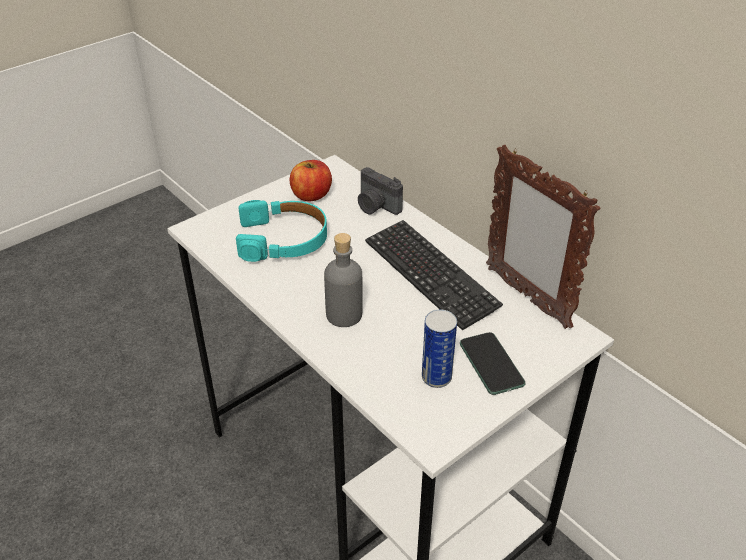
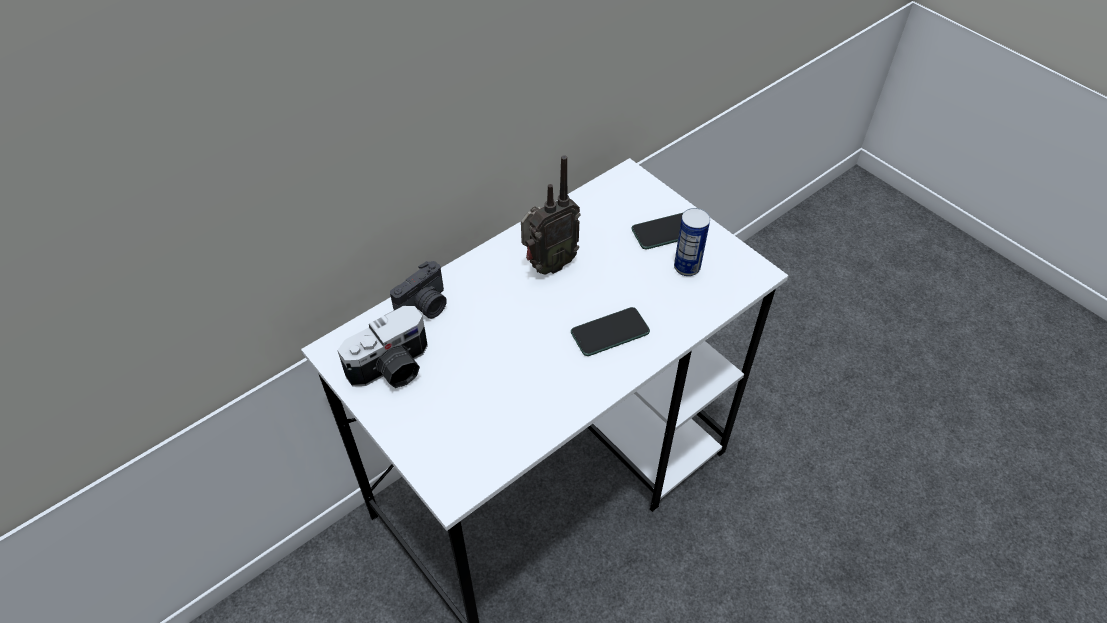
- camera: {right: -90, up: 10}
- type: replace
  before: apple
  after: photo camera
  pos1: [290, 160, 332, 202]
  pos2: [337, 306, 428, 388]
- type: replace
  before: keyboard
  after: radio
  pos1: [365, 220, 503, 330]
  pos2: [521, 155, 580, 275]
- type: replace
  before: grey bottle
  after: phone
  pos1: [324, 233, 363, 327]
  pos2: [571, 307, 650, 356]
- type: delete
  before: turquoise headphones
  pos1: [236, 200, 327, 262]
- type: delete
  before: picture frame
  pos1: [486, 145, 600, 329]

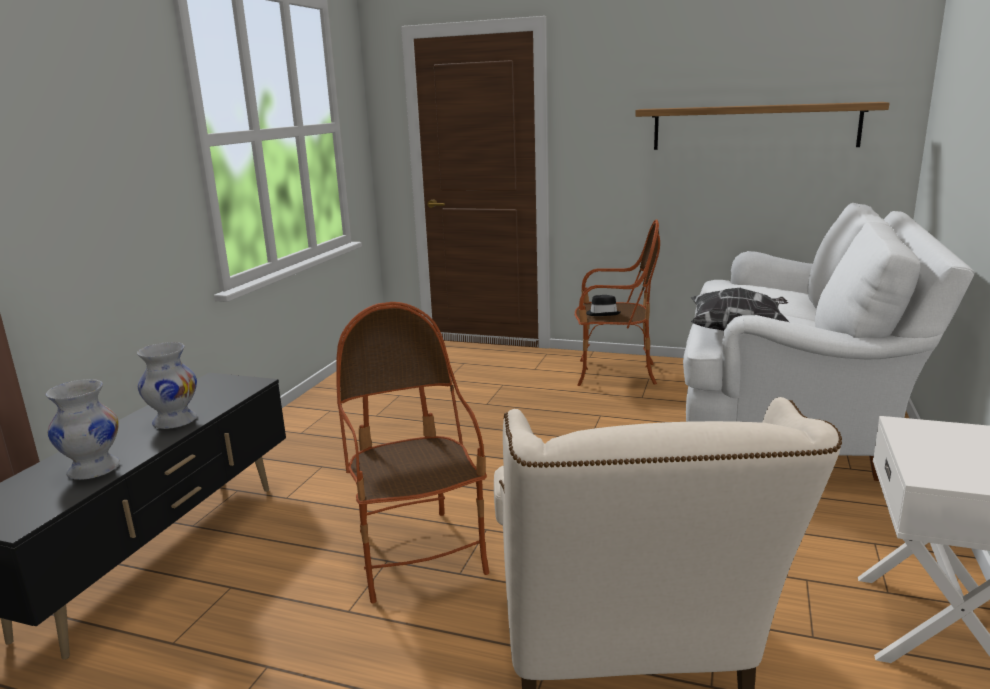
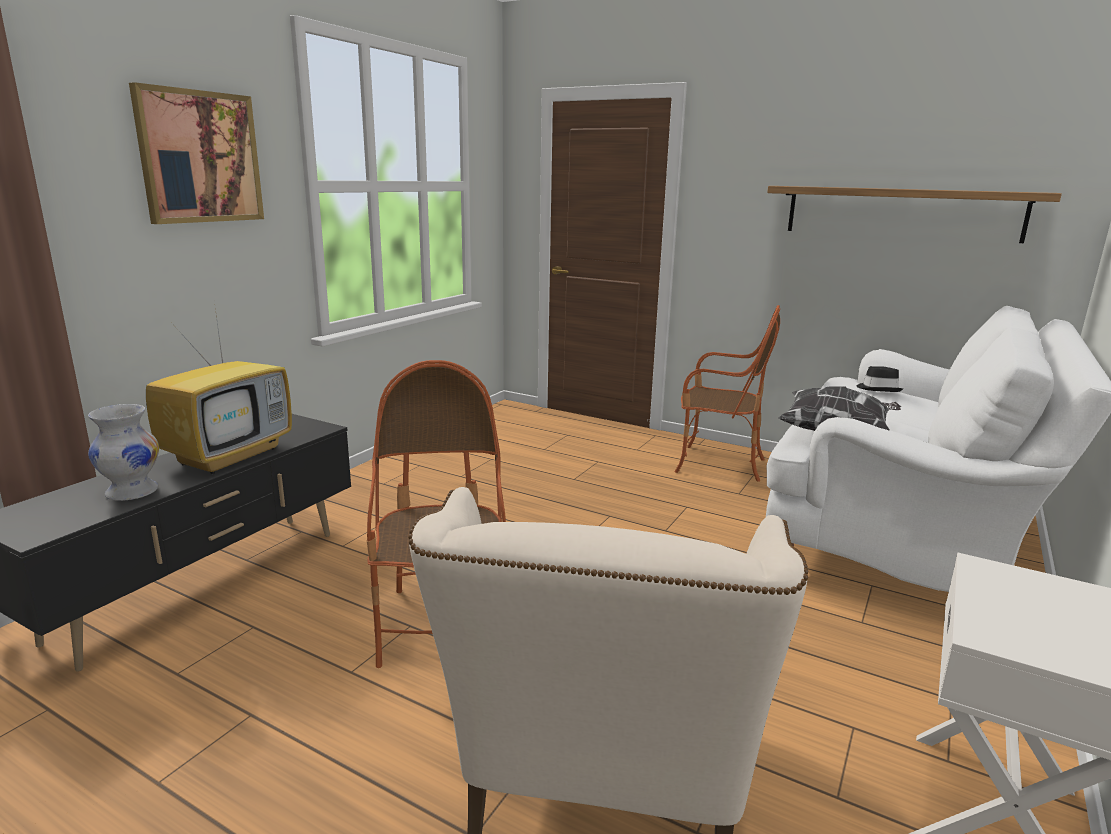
- camera: {right: 10, up: 0}
- type: insert
  after: picture
  pos2: [129, 82, 264, 224]
- type: replace
  before: white vase
  after: television
  pos1: [137, 342, 197, 429]
  pos2: [146, 308, 292, 474]
- type: move
  before: black hat
  pos1: [586, 295, 621, 316]
  pos2: [857, 366, 903, 392]

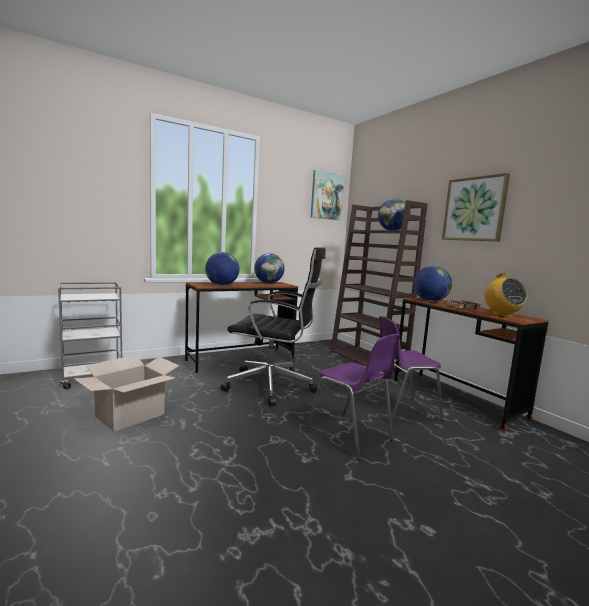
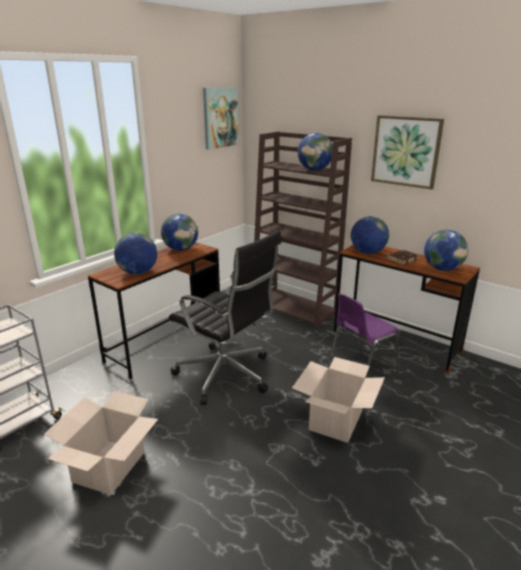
- camera: {right: -20, up: 15}
- type: rotate
  before: black office chair
  pos1: [221, 247, 326, 406]
  pos2: [169, 230, 282, 405]
  turn: 45
- type: replace
  before: purple chair
  after: cardboard box
  pos1: [306, 334, 401, 460]
  pos2: [292, 357, 385, 443]
- type: replace
  before: radio
  after: globe
  pos1: [485, 273, 527, 317]
  pos2: [424, 230, 468, 271]

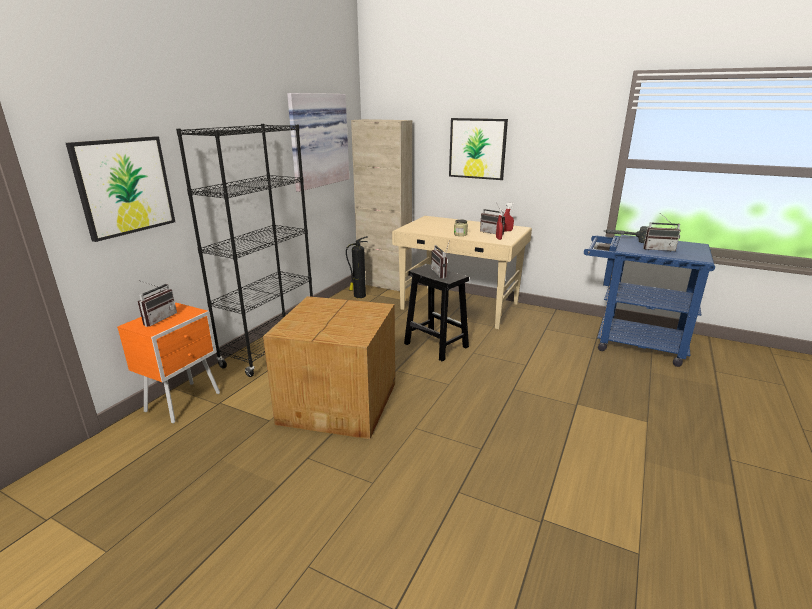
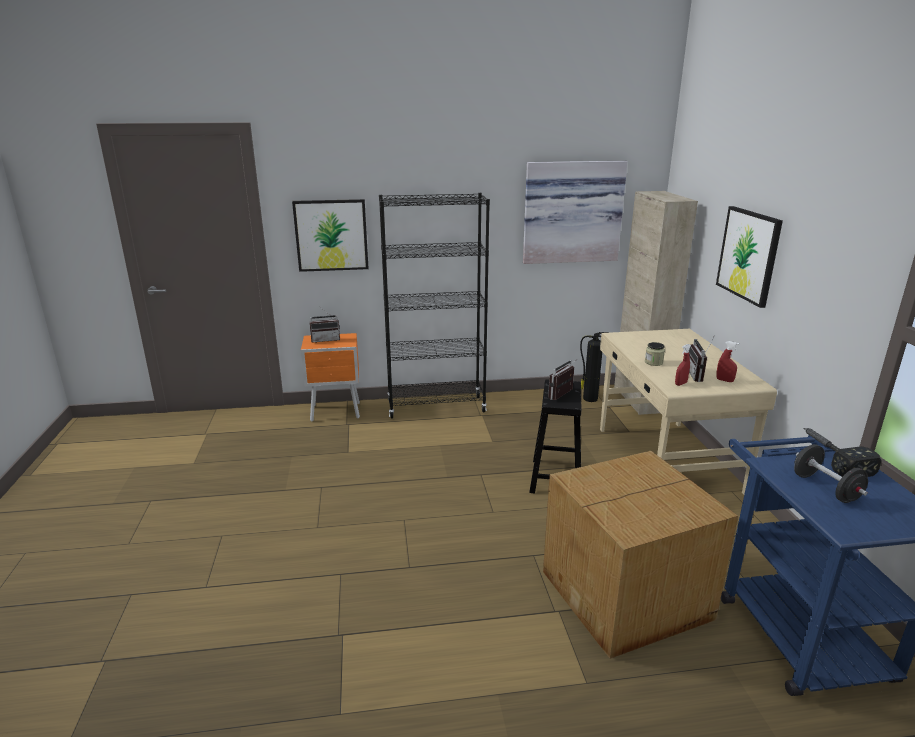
- camera: {right: 55, up: 0}
- type: move
  before: cardboard box
  pos1: [263, 296, 395, 439]
  pos2: [543, 451, 738, 659]
- type: replace
  before: radio
  after: black dumbbell
  pos1: [643, 213, 681, 252]
  pos2: [794, 444, 868, 503]

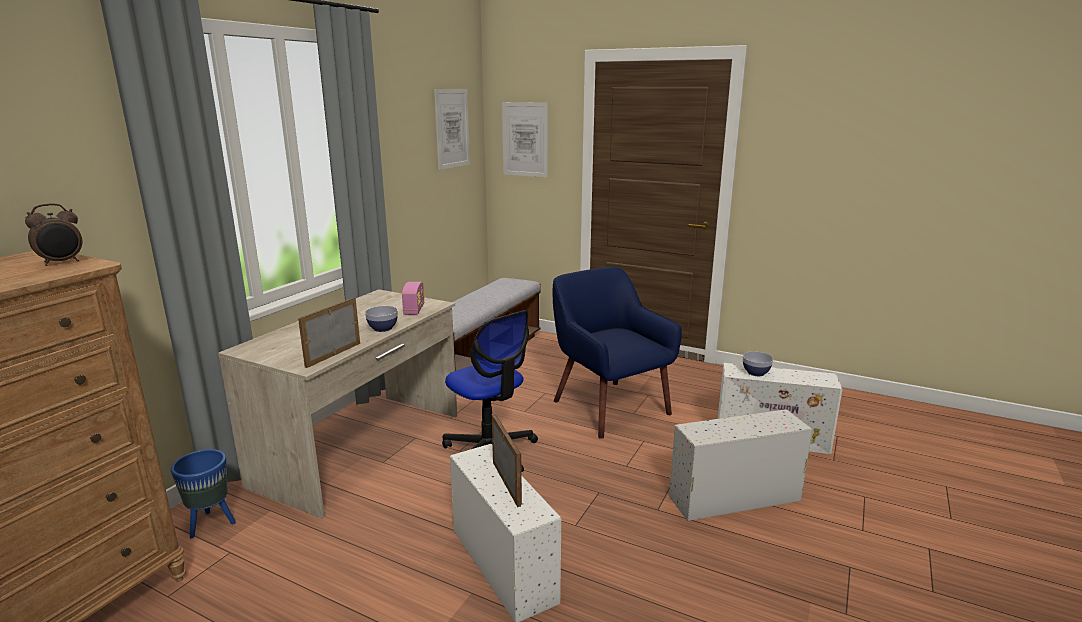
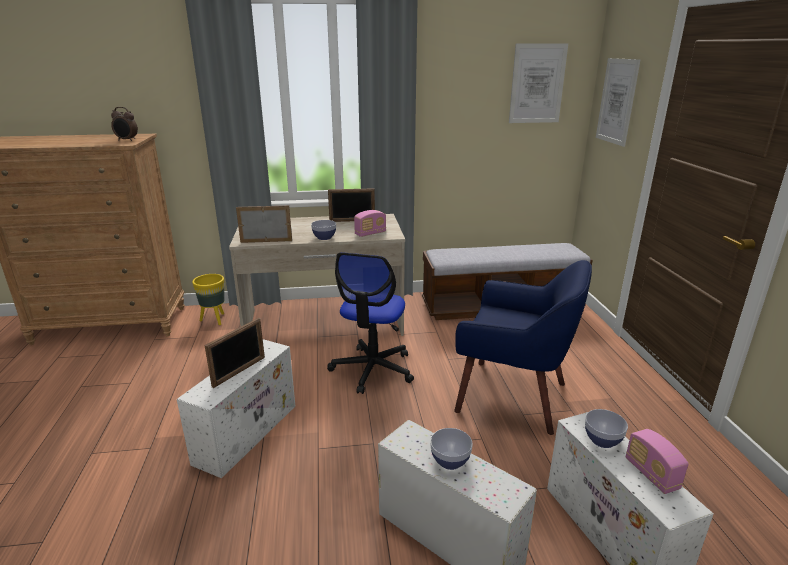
- camera: {right: 55, up: 5}
- type: recolor
  before: blue planter
  after: yellow planter
  pos1: [171, 449, 236, 539]
  pos2: [192, 274, 225, 325]
- type: insert
  after: picture frame
  pos2: [328, 188, 375, 222]
- type: insert
  after: bowl
  pos2: [430, 428, 473, 470]
- type: rotate
  before: blue armchair
  pos1: [553, 267, 682, 439]
  pos2: [454, 260, 592, 435]
  turn: 90
- type: insert
  after: radio
  pos2: [626, 429, 689, 494]

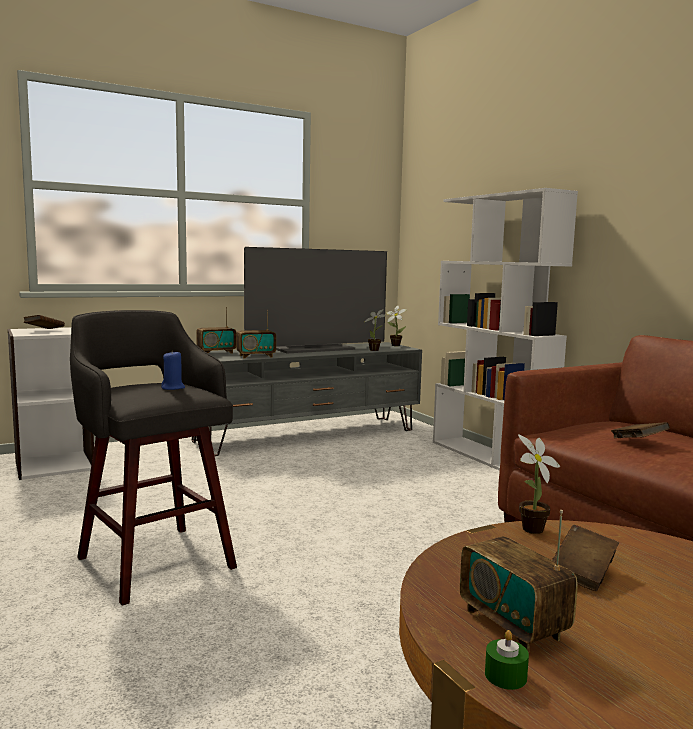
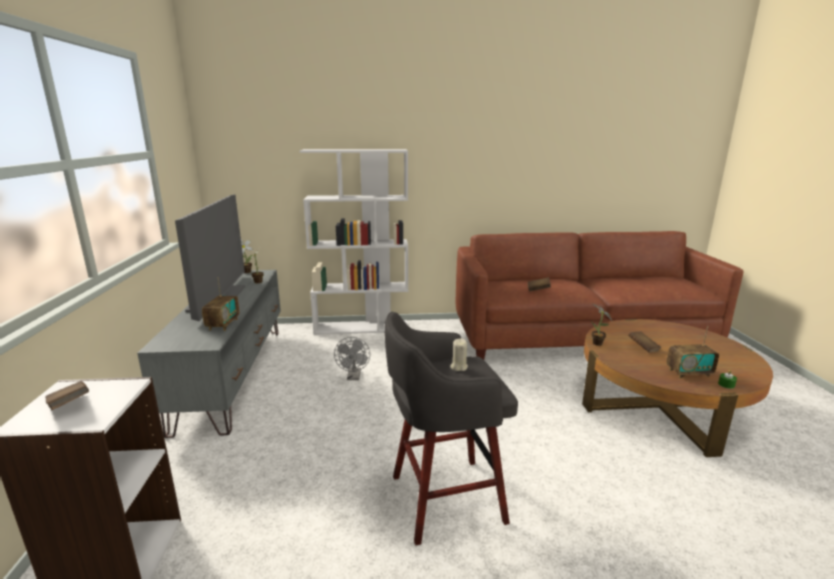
- camera: {right: -65, up: 10}
- type: insert
  after: grey fan
  pos2: [334, 337, 370, 380]
- type: recolor
  before: blue candle
  after: beige candle
  pos1: [161, 350, 185, 390]
  pos2: [450, 339, 468, 371]
- type: delete
  before: radio
  pos1: [196, 307, 236, 353]

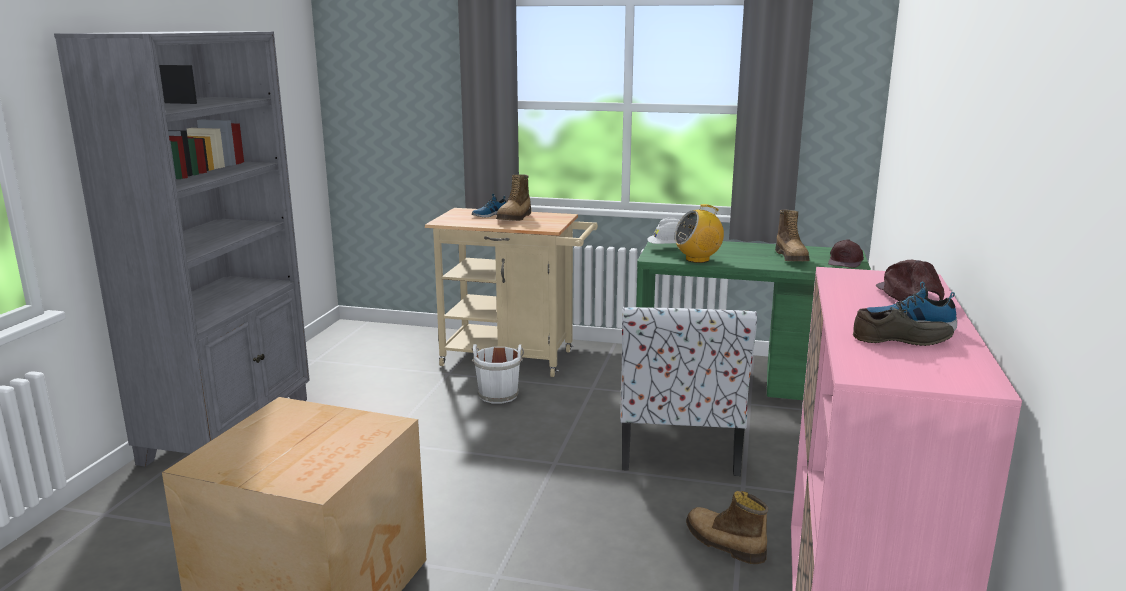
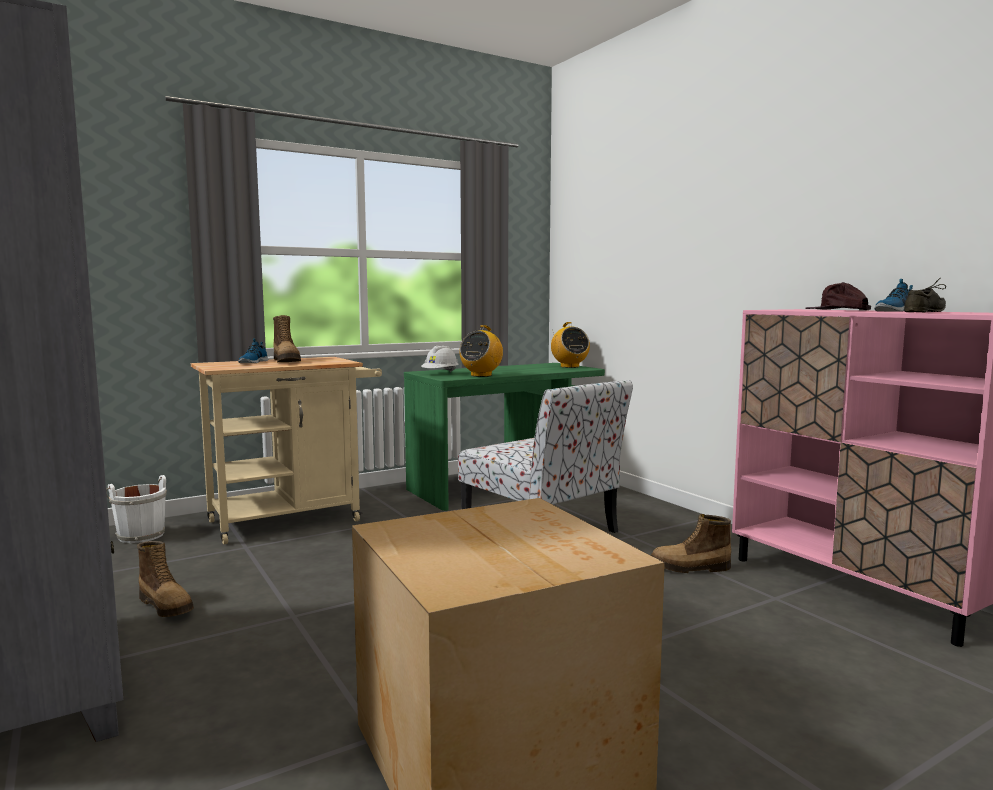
- camera: {right: -45, up: -10}
- type: move
  before: white bucket
  pos1: [472, 344, 524, 403]
  pos2: [106, 475, 167, 543]
- type: move
  before: boot
  pos1: [775, 210, 809, 261]
  pos2: [137, 541, 194, 617]
- type: replace
  before: brown cap
  after: radio
  pos1: [828, 239, 864, 268]
  pos2: [551, 322, 590, 368]

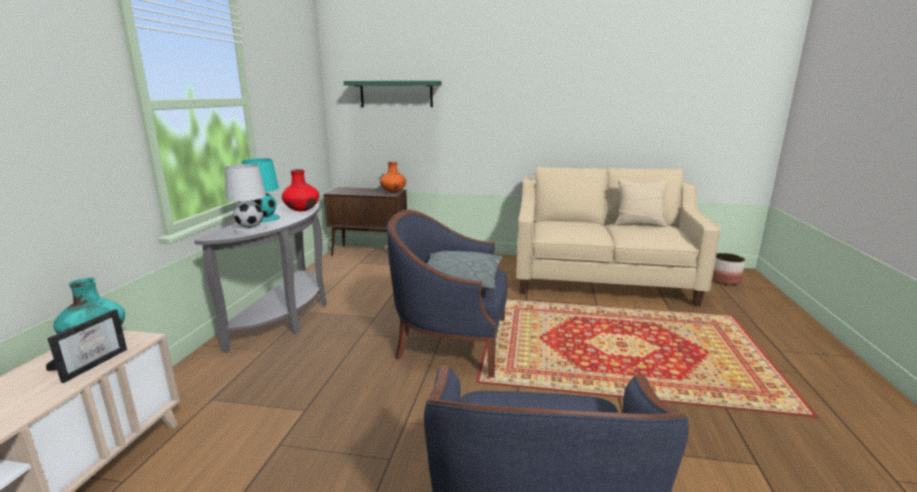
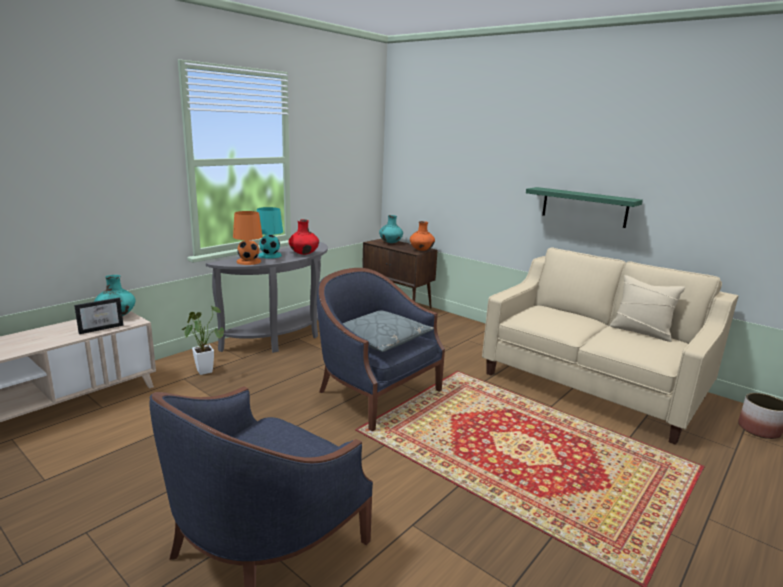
- camera: {right: 30, up: 0}
- type: insert
  after: potted plant
  pos2: [182, 306, 224, 375]
- type: recolor
  before: white table lamp
  after: orange table lamp
  pos1: [225, 164, 267, 233]
  pos2: [233, 211, 263, 265]
- type: insert
  after: turquoise vase
  pos2: [379, 215, 403, 243]
- type: move
  before: green shelf
  pos1: [343, 81, 442, 107]
  pos2: [526, 187, 643, 228]

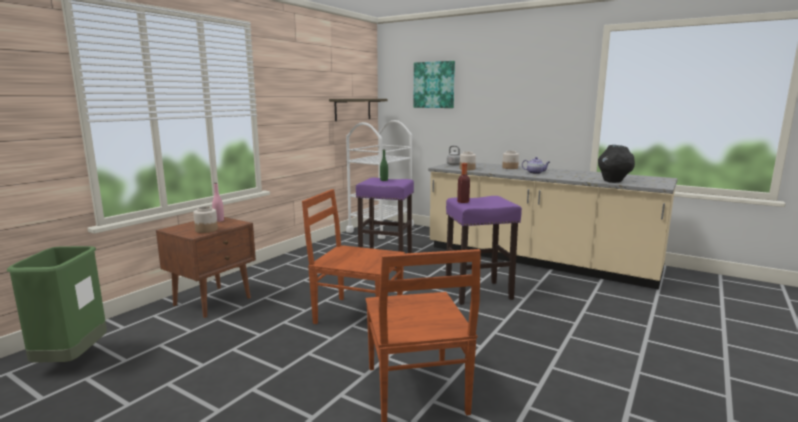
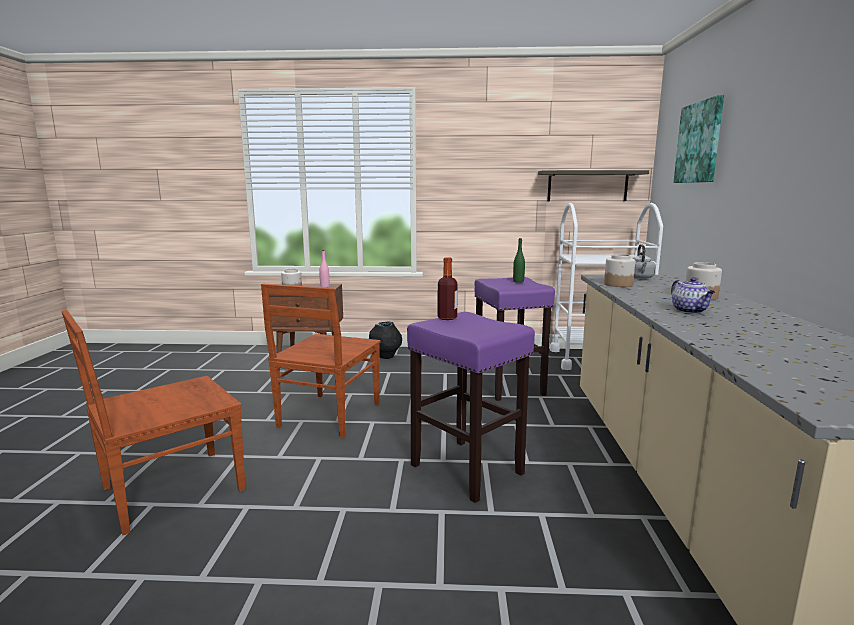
- camera: {right: 60, up: 0}
- type: rotate
  before: brown chair
  pos1: [302, 189, 405, 324]
  pos2: [261, 283, 381, 438]
  turn: -150
- type: move
  before: black vase
  pos1: [598, 145, 635, 183]
  pos2: [369, 321, 402, 359]
- type: delete
  before: green trash can
  pos1: [7, 246, 107, 363]

